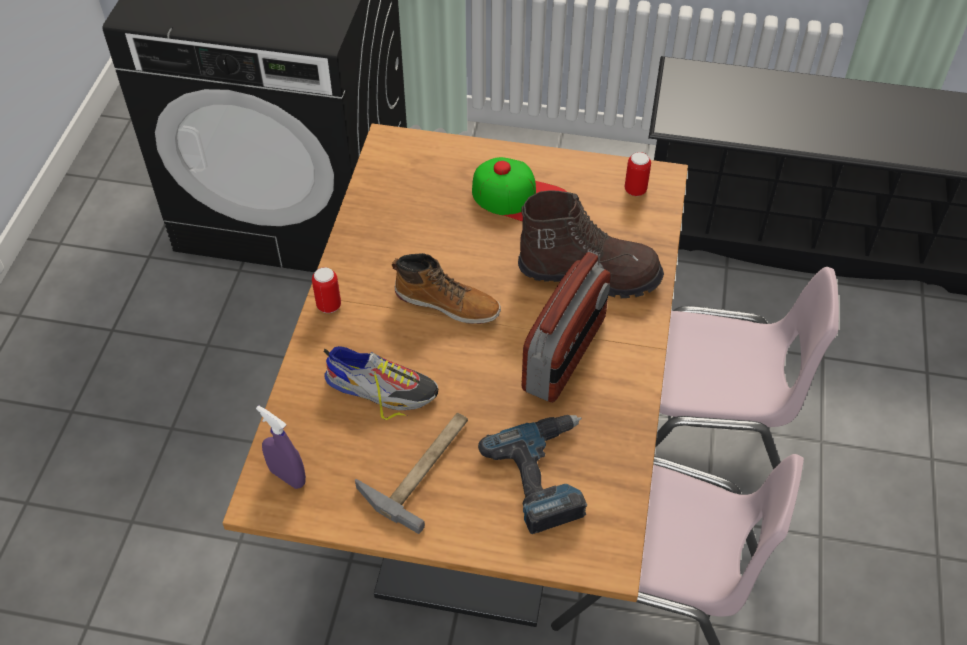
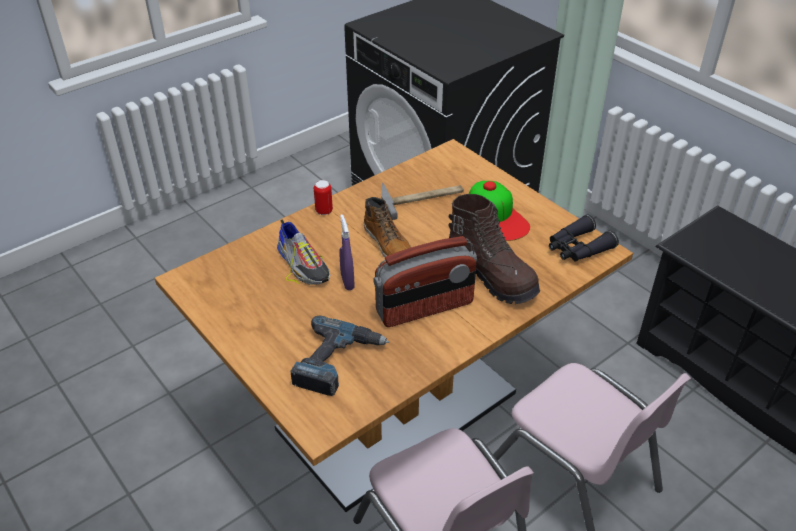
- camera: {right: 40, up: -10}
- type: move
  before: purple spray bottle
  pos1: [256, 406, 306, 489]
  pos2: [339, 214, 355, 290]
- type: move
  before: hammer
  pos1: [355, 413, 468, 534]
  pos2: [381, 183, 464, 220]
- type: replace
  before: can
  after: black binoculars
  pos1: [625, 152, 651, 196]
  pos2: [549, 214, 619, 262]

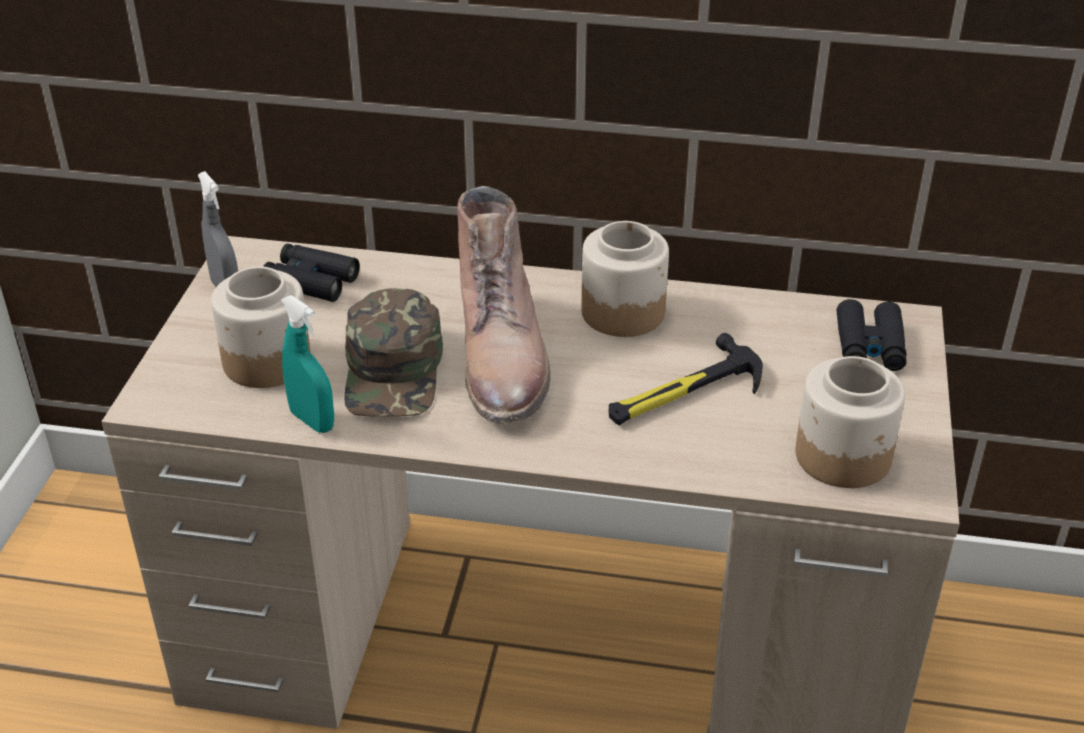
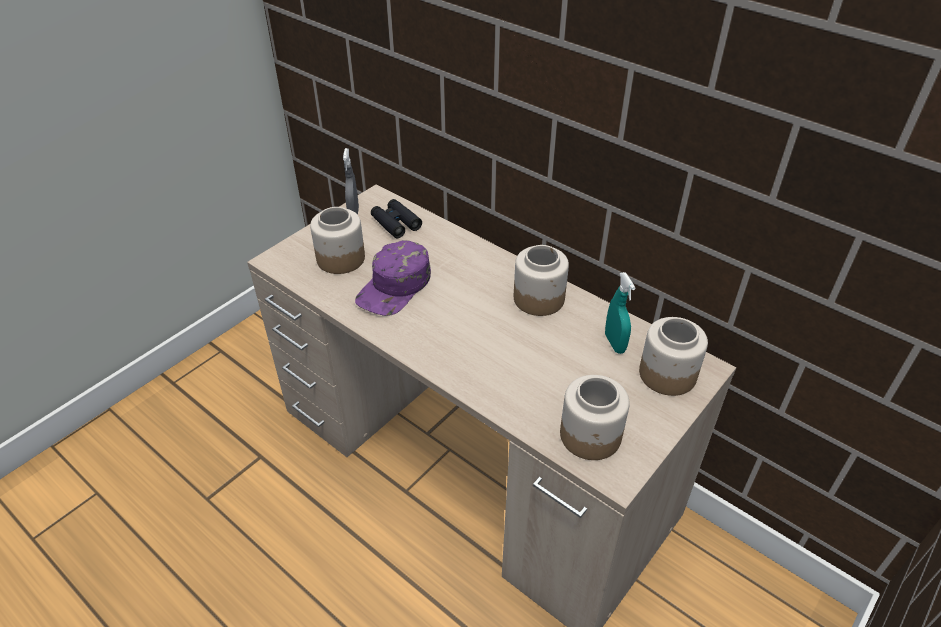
- camera: {right: 30, up: 5}
- type: recolor
  before: green cap
  after: purple cap
  pos1: [344, 288, 443, 417]
  pos2: [355, 240, 431, 316]
- type: move
  before: turquoise spray bottle
  pos1: [281, 295, 334, 433]
  pos2: [605, 272, 635, 354]
- type: replace
  before: black binoculars
  after: jar
  pos1: [837, 299, 907, 371]
  pos2: [639, 317, 708, 396]
- type: delete
  before: brown boot
  pos1: [457, 186, 551, 425]
- type: delete
  before: hammer
  pos1: [609, 333, 763, 425]

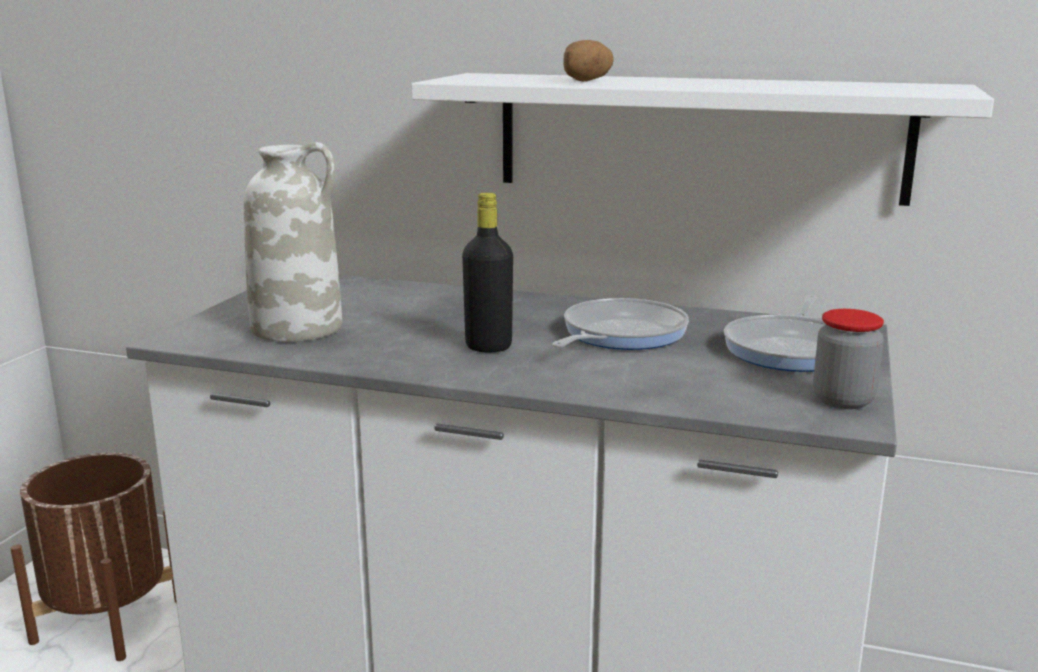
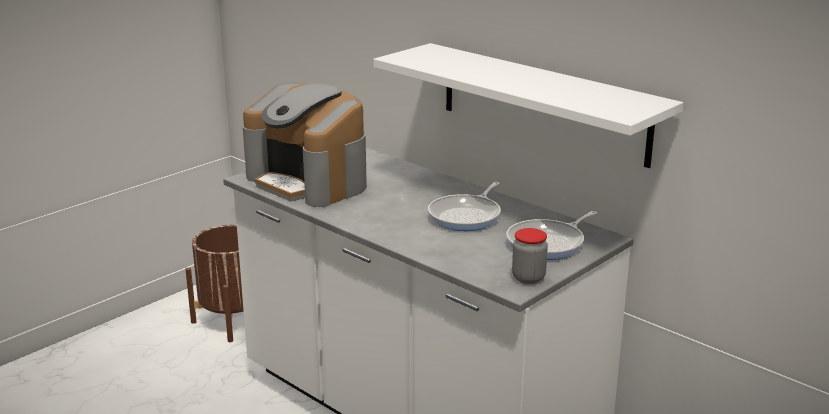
- camera: {right: 25, up: 5}
- type: replace
  before: white vase
  after: coffee machine
  pos1: [244, 142, 342, 342]
  pos2: [243, 82, 367, 207]
- type: rotate
  before: frying pan
  pos1: [552, 298, 689, 350]
  pos2: [428, 182, 501, 231]
  turn: 150
- type: delete
  before: black bottle
  pos1: [462, 193, 513, 352]
- type: delete
  before: potato
  pos1: [563, 40, 614, 81]

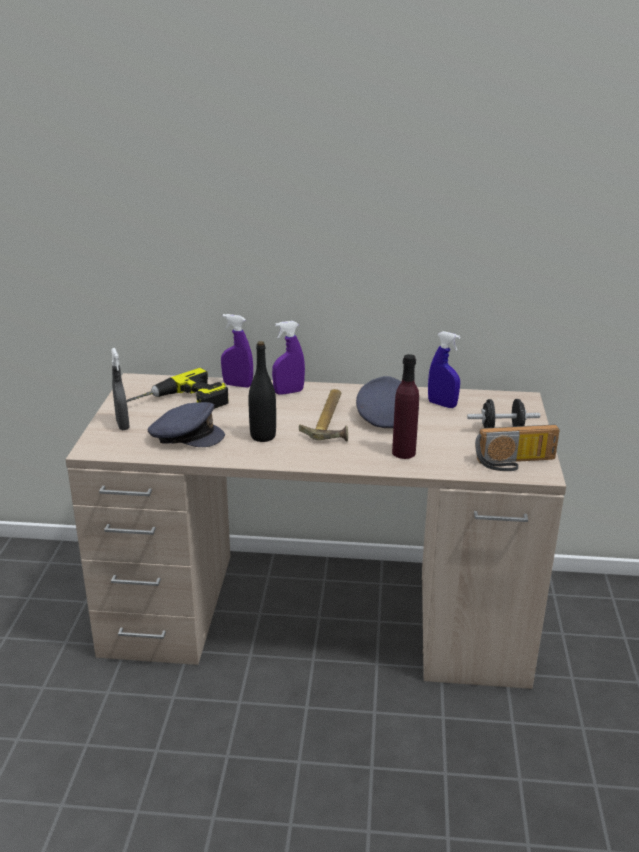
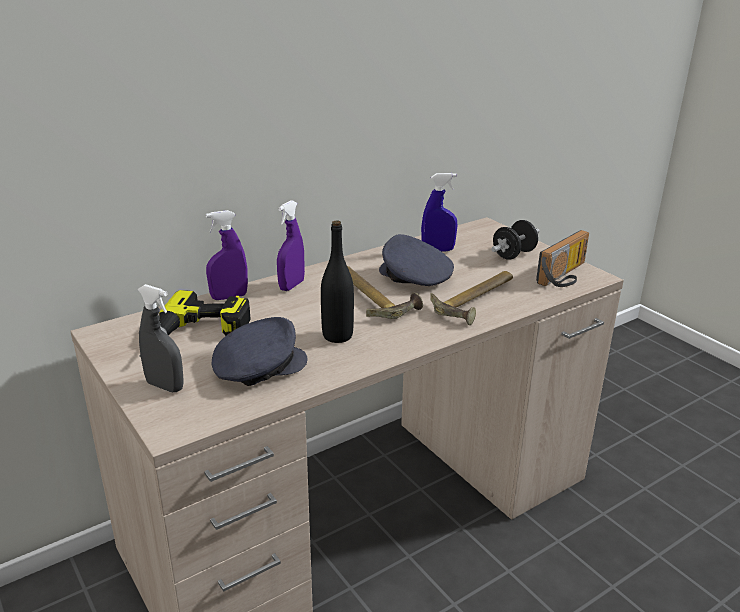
- camera: {right: -40, up: 0}
- type: replace
  before: purple bottle
  after: hammer
  pos1: [392, 354, 419, 459]
  pos2: [430, 271, 513, 325]

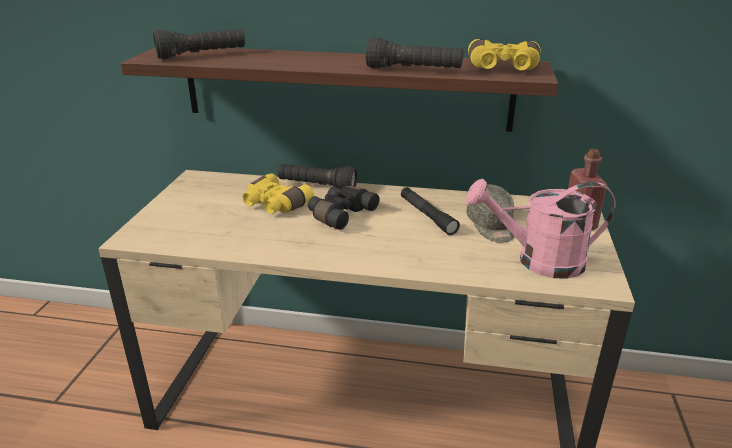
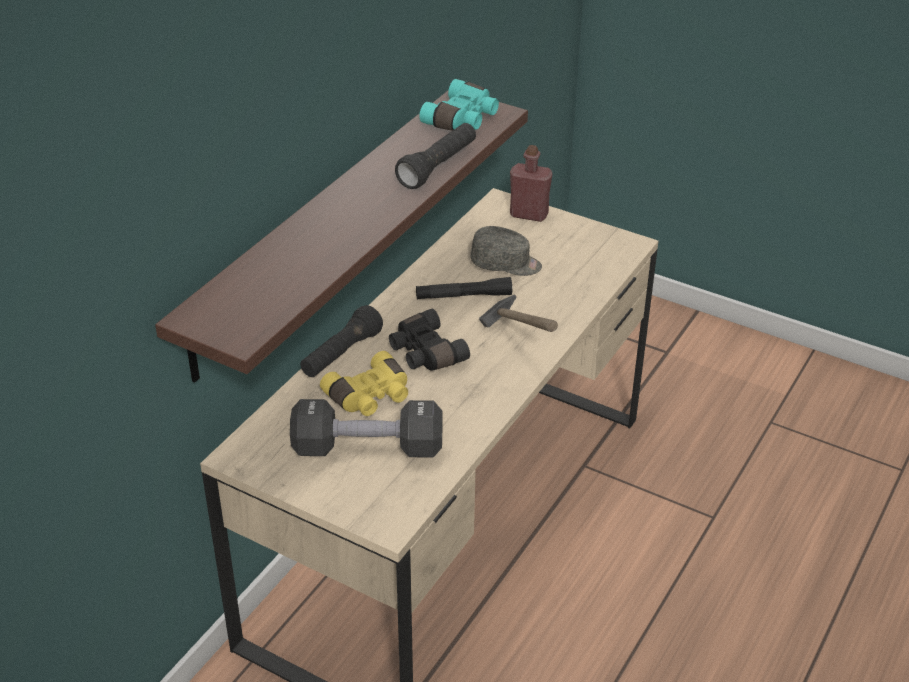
- camera: {right: -70, up: 10}
- type: insert
  after: black dumbbell
  pos2: [290, 399, 443, 458]
- type: recolor
  before: yellow binoculars
  after: turquoise binoculars
  pos1: [468, 39, 541, 70]
  pos2: [419, 79, 499, 131]
- type: insert
  after: hammer
  pos2: [479, 295, 558, 332]
- type: delete
  before: black flashlight
  pos1: [153, 29, 245, 59]
- type: delete
  before: pink watering can
  pos1: [466, 179, 616, 279]

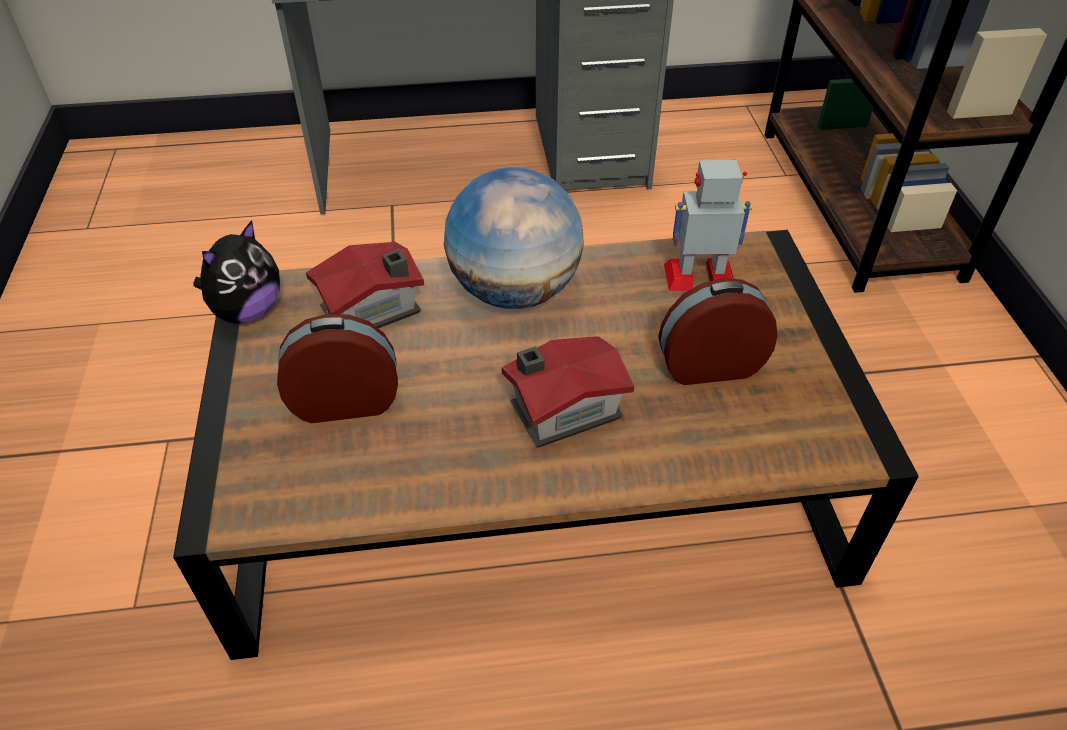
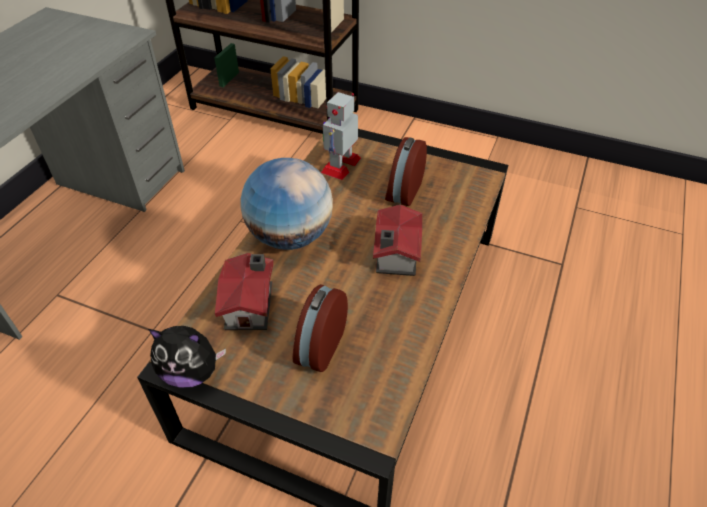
- camera: {right: -60, up: 0}
- type: rotate
  before: plush toy
  pos1: [194, 220, 280, 324]
  pos2: [148, 326, 226, 388]
  turn: 120

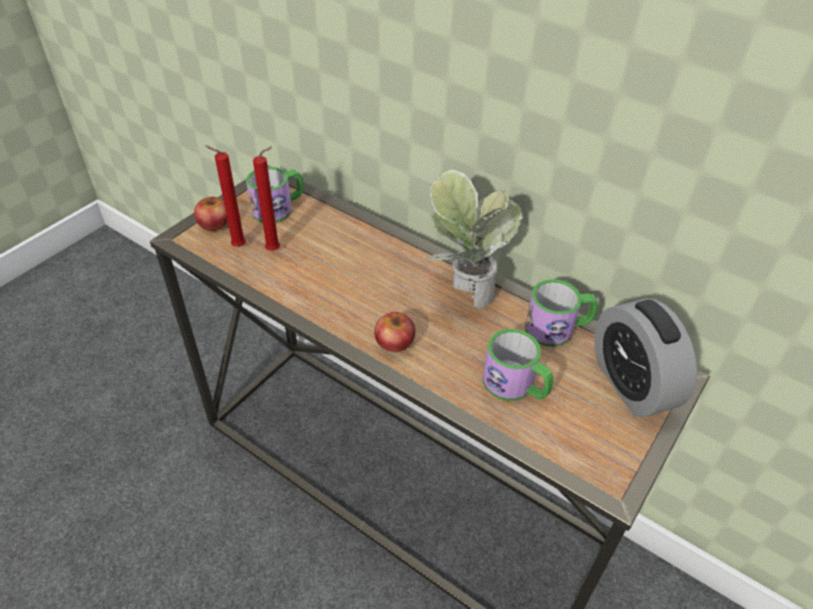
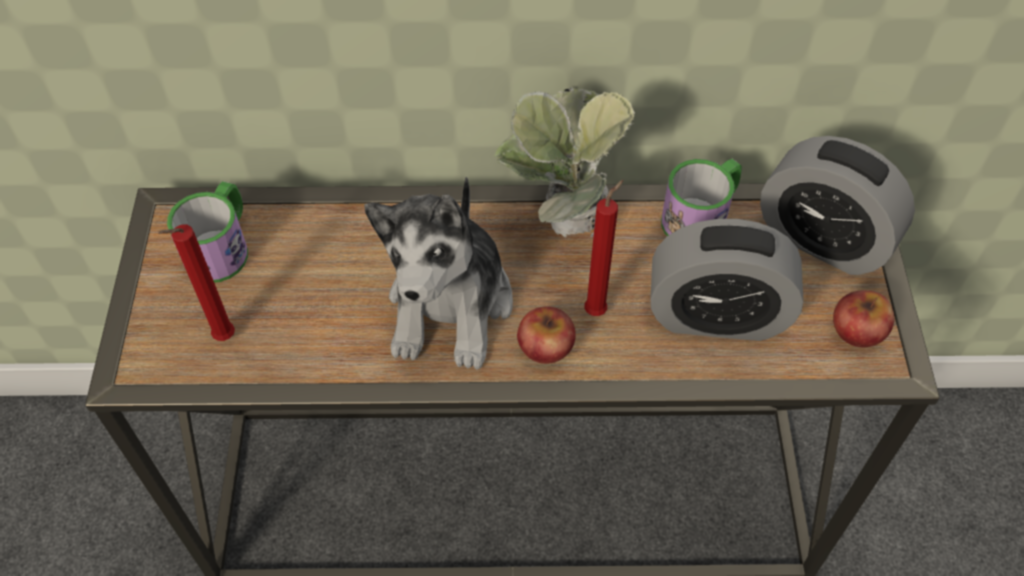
- camera: {right: -35, up: 10}
- type: insert
  after: plush toy
  pos2: [364, 177, 513, 370]
- type: move
  before: red candle
  pos1: [253, 146, 280, 251]
  pos2: [584, 180, 624, 316]
- type: replace
  before: mug
  after: alarm clock
  pos1: [483, 329, 553, 401]
  pos2: [651, 219, 803, 341]
- type: move
  before: apple
  pos1: [194, 197, 228, 231]
  pos2: [833, 290, 894, 347]

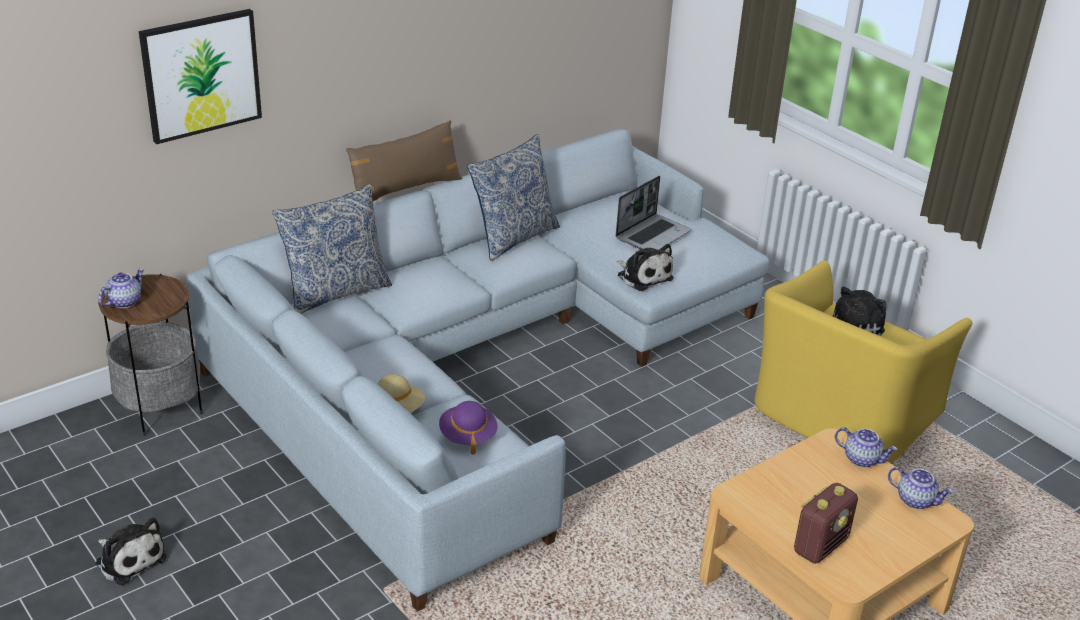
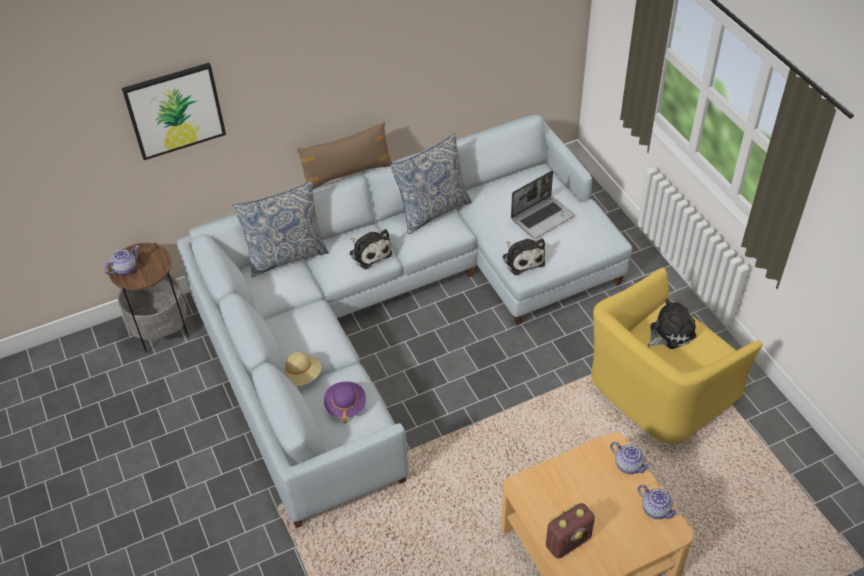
- camera: {right: 15, up: 15}
- type: move
  before: plush toy
  pos1: [96, 518, 166, 585]
  pos2: [350, 229, 392, 269]

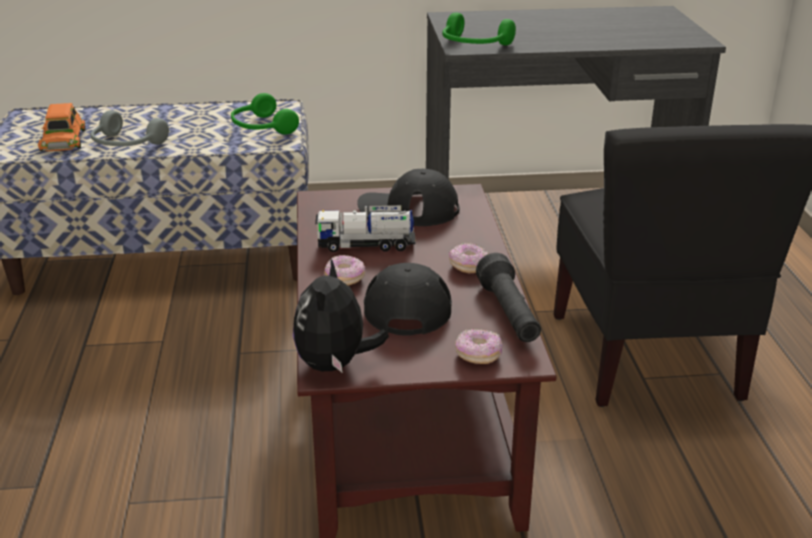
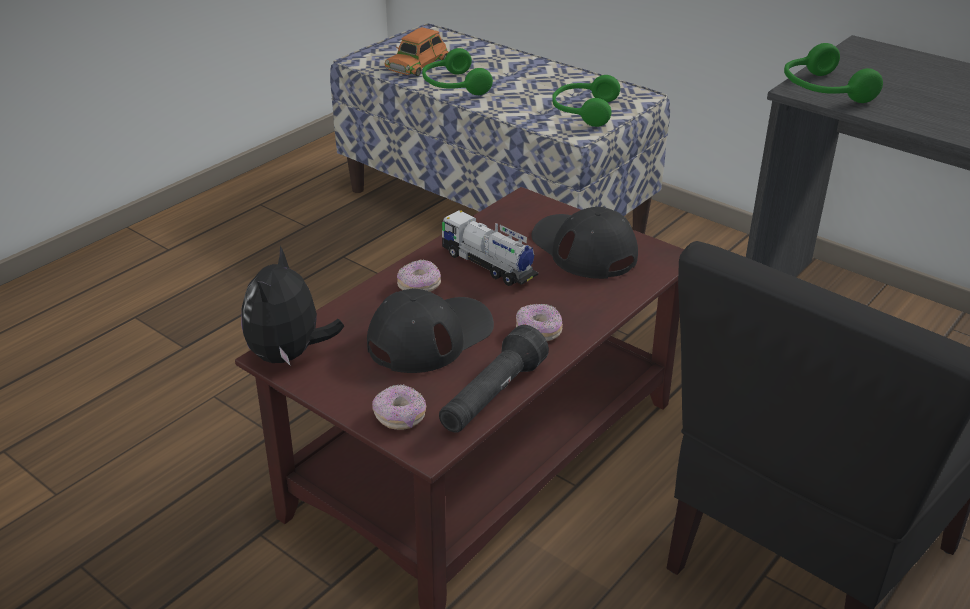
- camera: {right: 45, up: 5}
- type: rotate
  before: plush toy
  pos1: [293, 259, 389, 373]
  pos2: [241, 246, 345, 366]
  turn: -45
- type: recolor
  before: grey headphones
  after: green headphones
  pos1: [90, 110, 169, 146]
  pos2: [422, 48, 493, 95]

